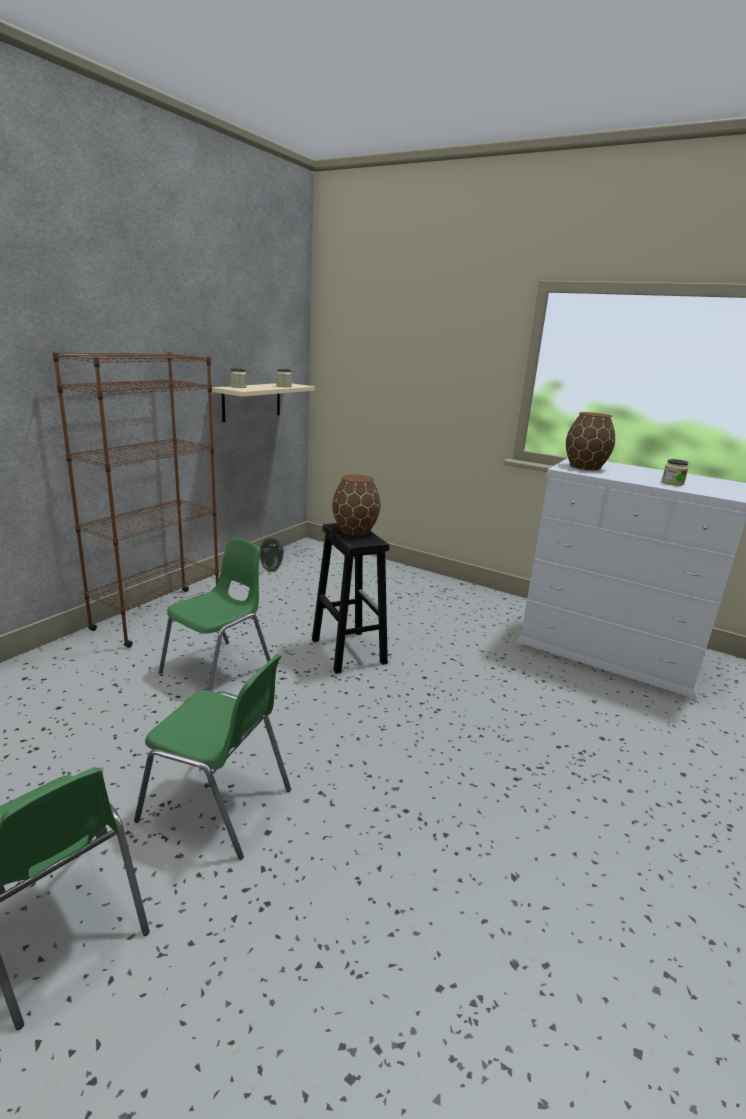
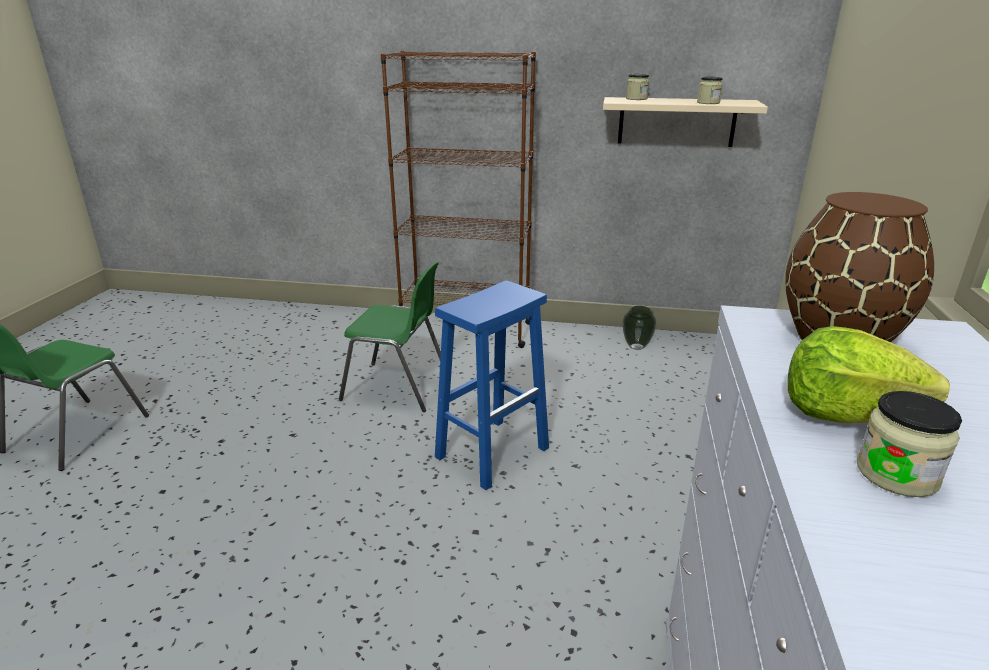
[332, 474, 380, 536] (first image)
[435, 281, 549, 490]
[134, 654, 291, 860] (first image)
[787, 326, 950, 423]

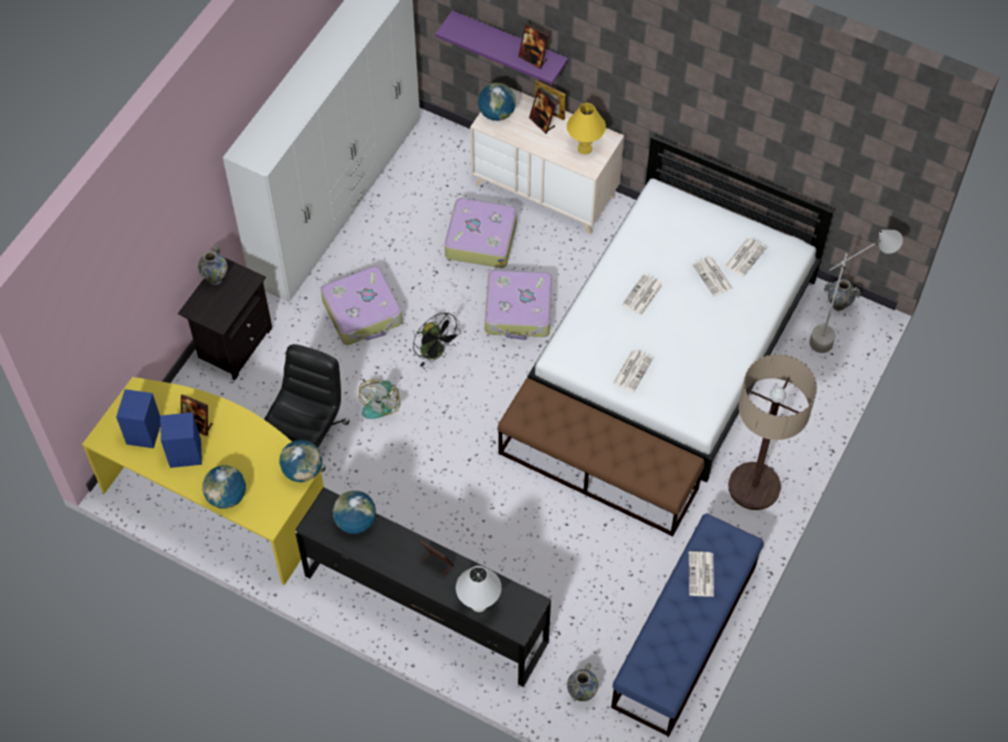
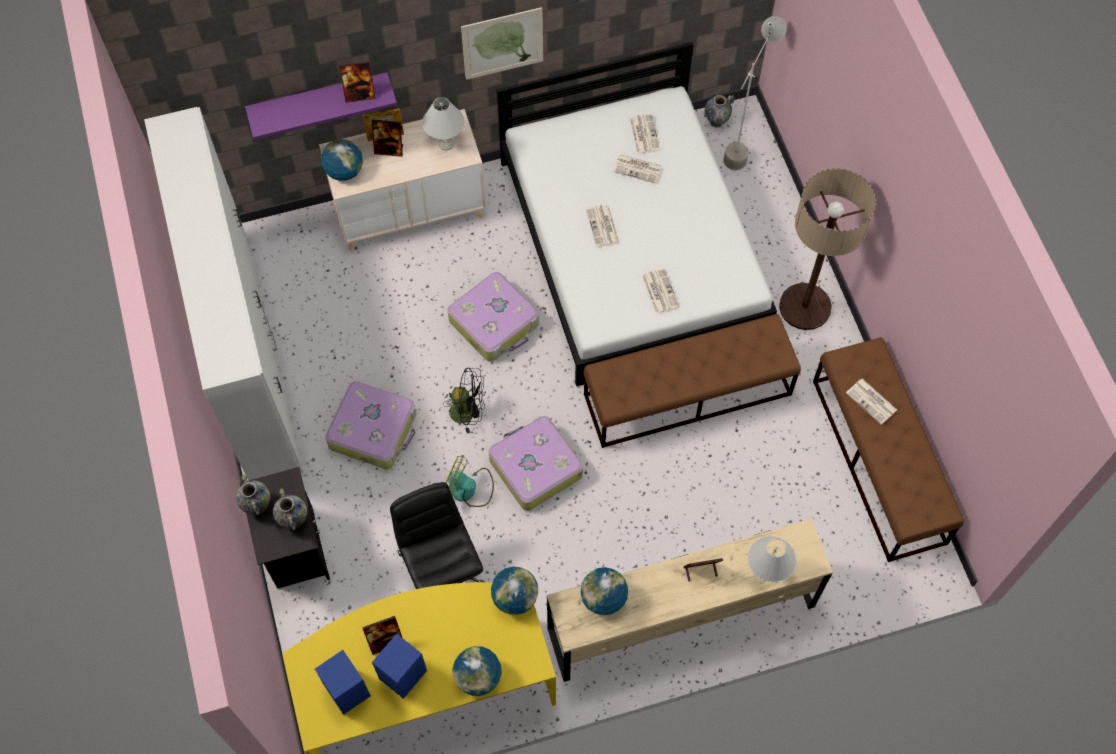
[422, 97, 464, 151]
[489, 416, 583, 511]
[446, 456, 494, 507]
[547, 519, 833, 682]
[813, 337, 964, 562]
[273, 489, 307, 530]
[461, 7, 543, 80]

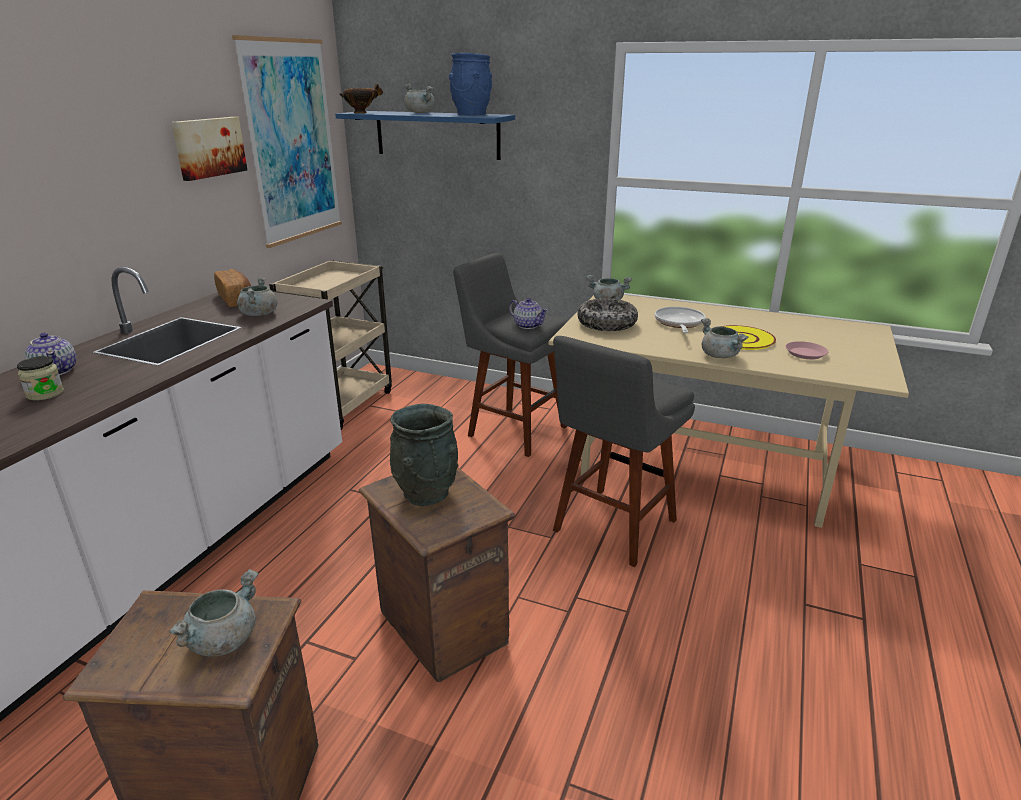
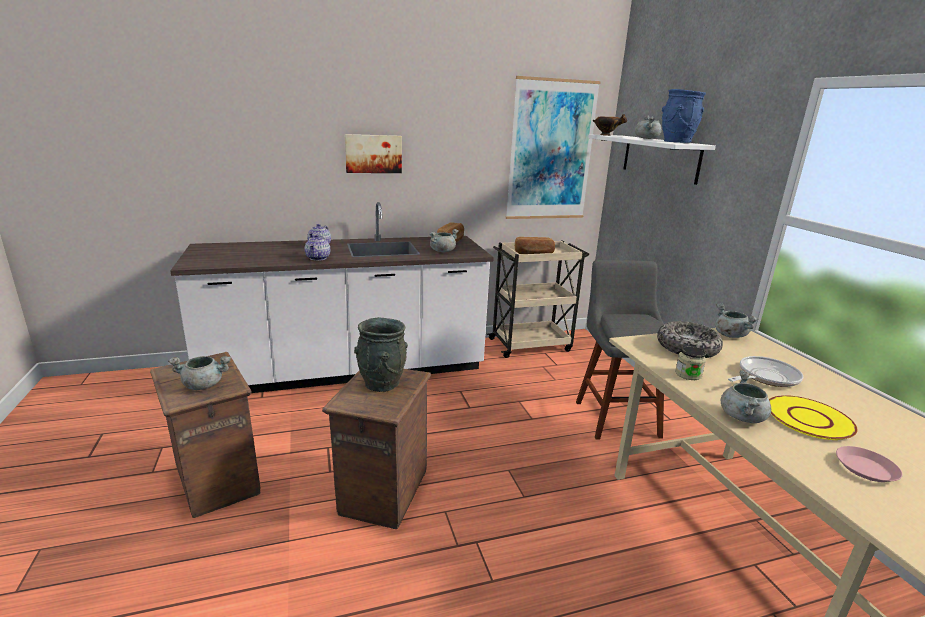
[588, 134, 716, 185]
[345, 134, 402, 173]
[305, 235, 330, 261]
[553, 336, 695, 567] (first image)
[675, 346, 706, 380]
[515, 237, 555, 254]

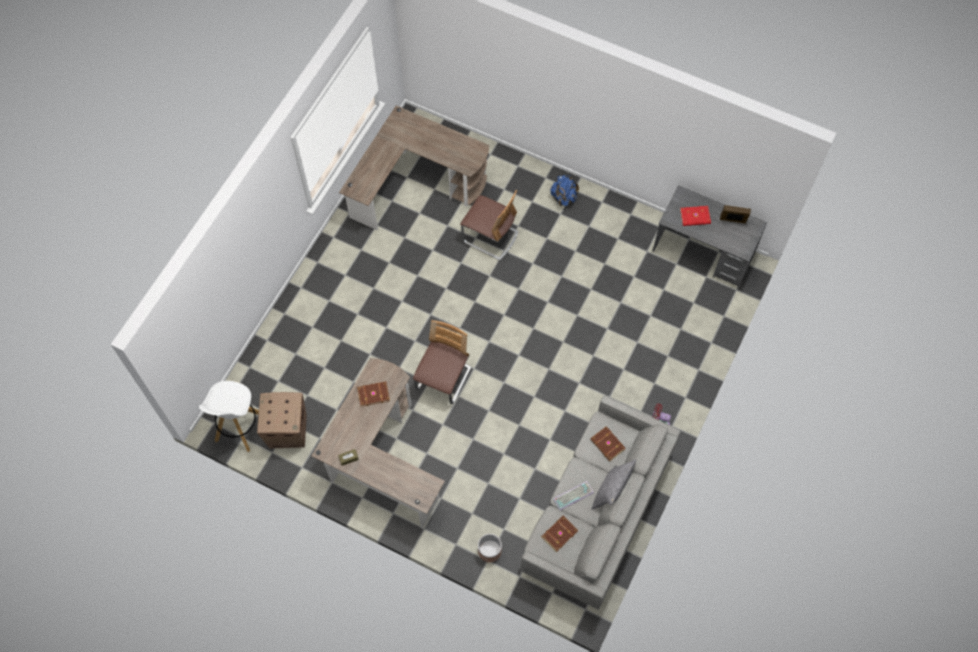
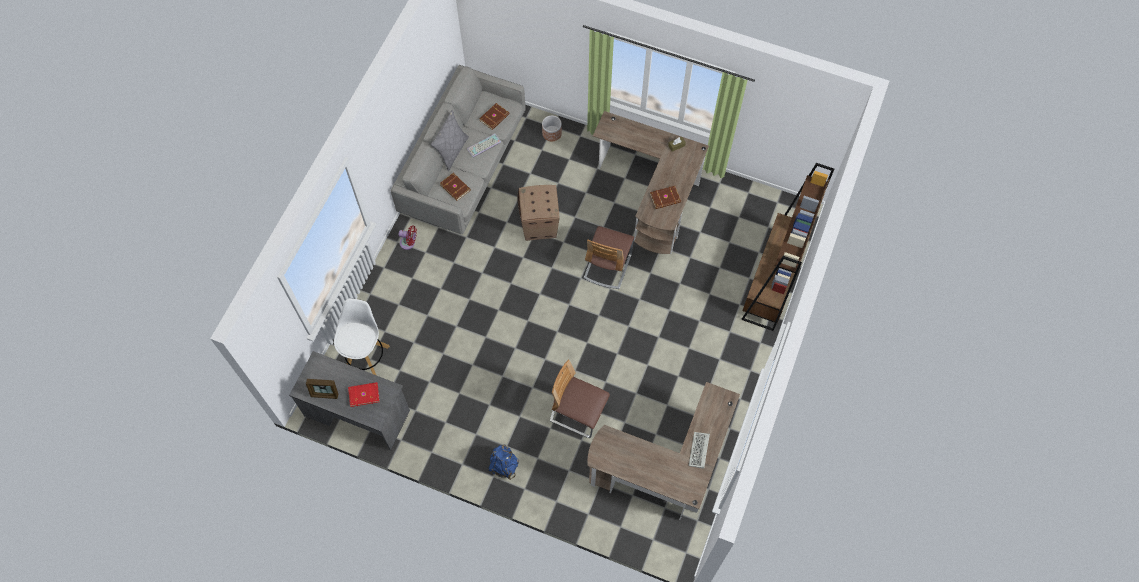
[334, 298, 390, 375]
[518, 185, 560, 241]
[741, 163, 834, 331]
[689, 432, 710, 469]

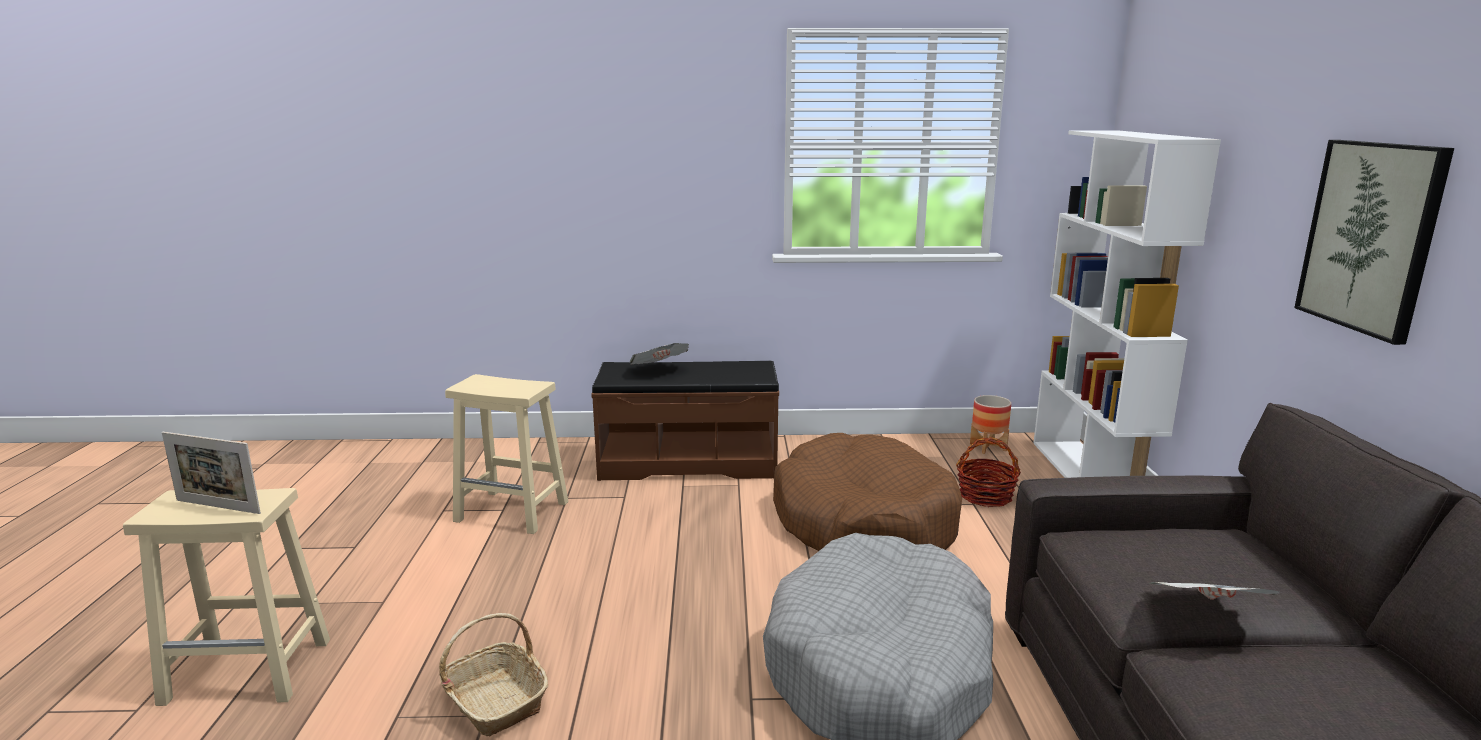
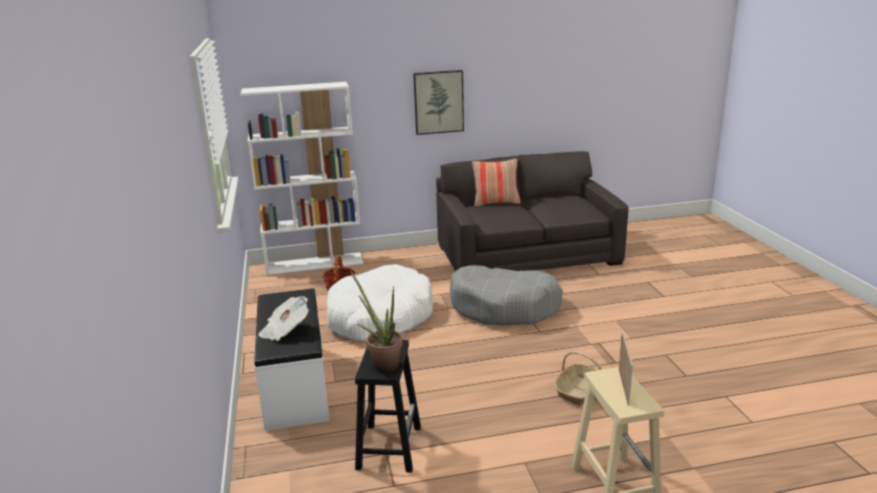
[254, 289, 330, 431]
[355, 340, 421, 473]
[970, 395, 1011, 454] (first image)
[327, 264, 433, 342]
[1149, 582, 1279, 600] (first image)
[472, 158, 521, 206]
[350, 270, 403, 372]

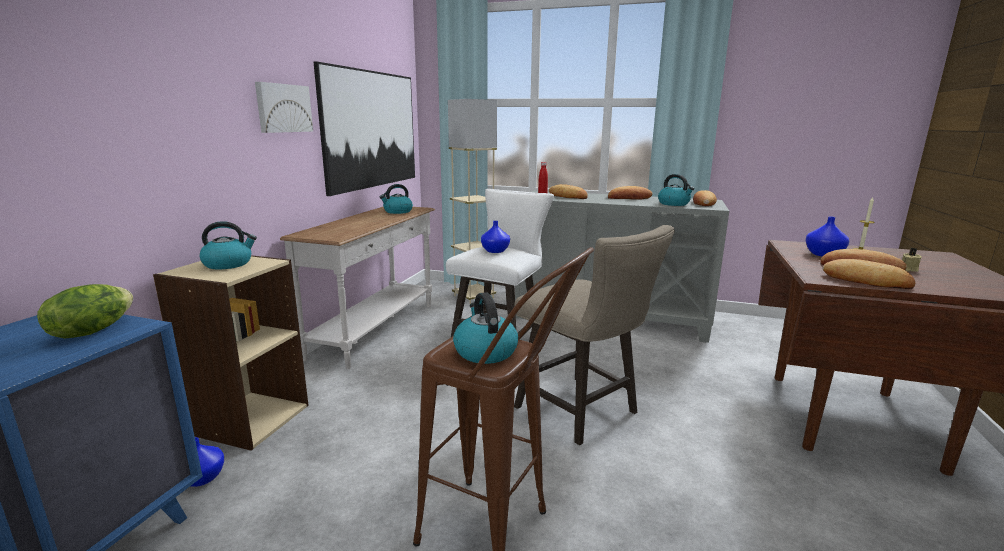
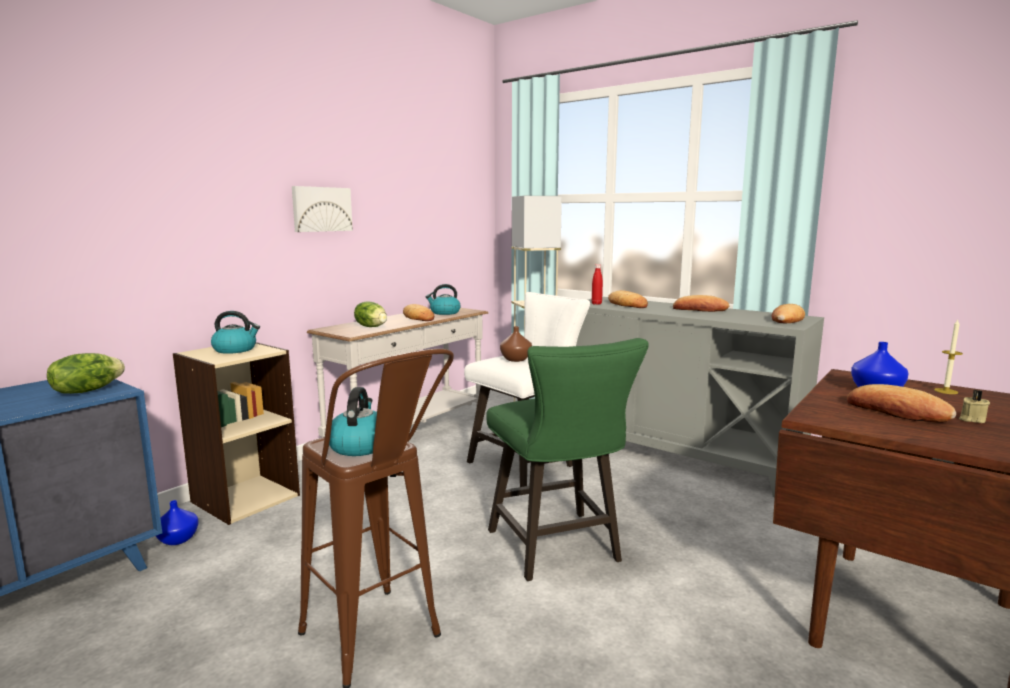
[314, 61, 415, 196] (first image)
[658, 174, 695, 206] (first image)
[500, 326, 532, 362]
[486, 338, 649, 581]
[403, 304, 434, 321]
[354, 301, 387, 327]

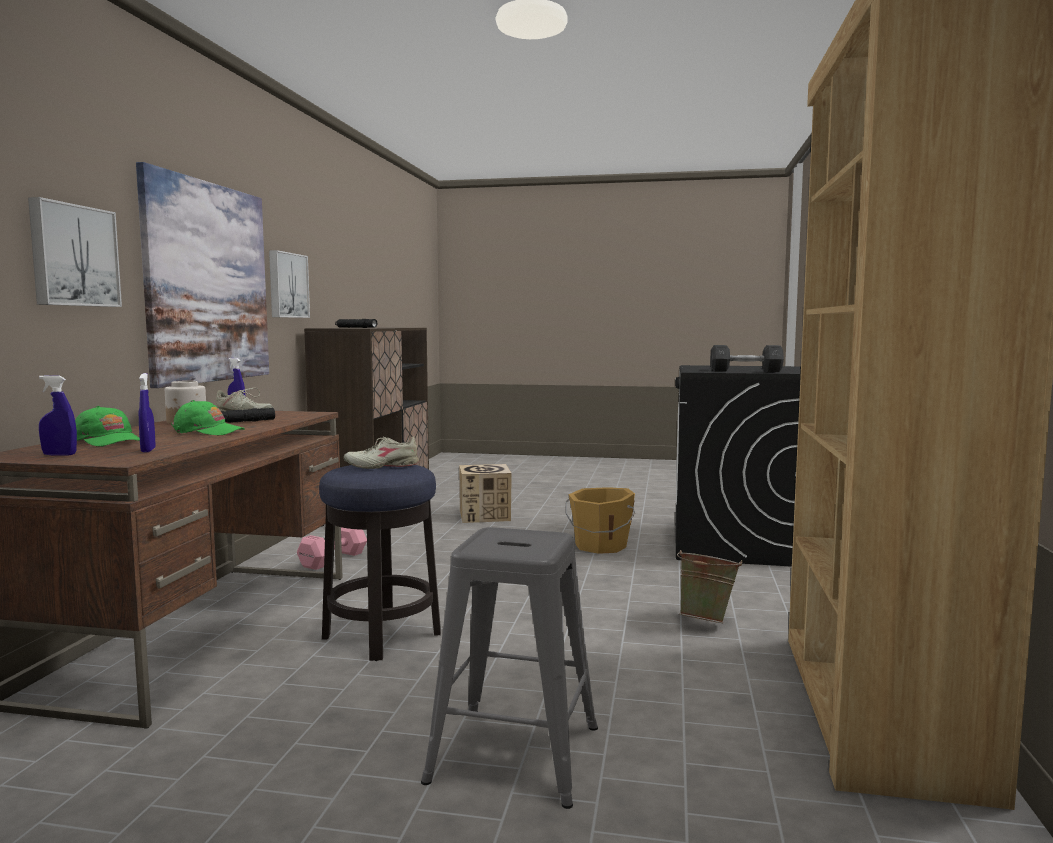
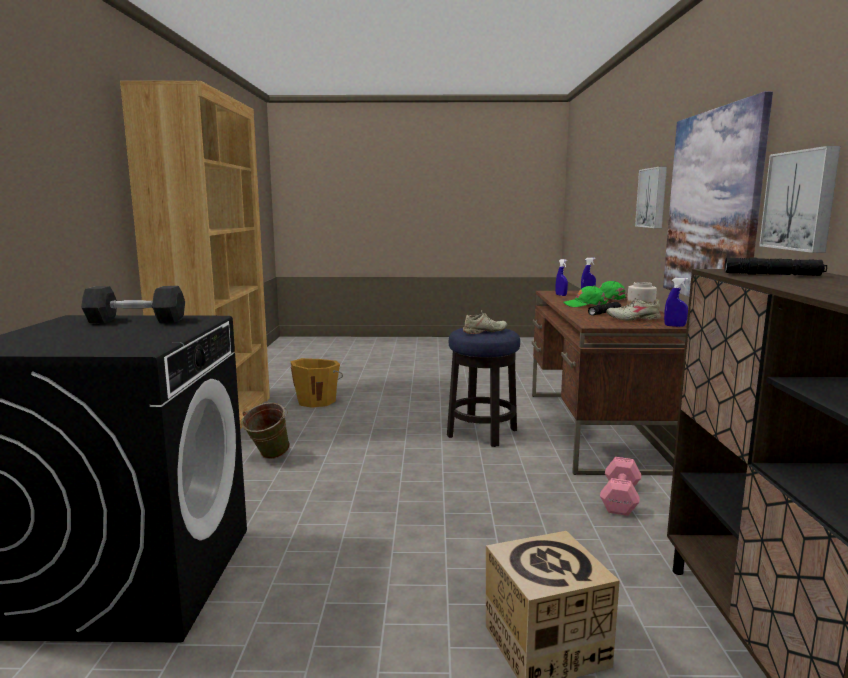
[290, 358, 343, 408]
[421, 527, 598, 809] (first image)

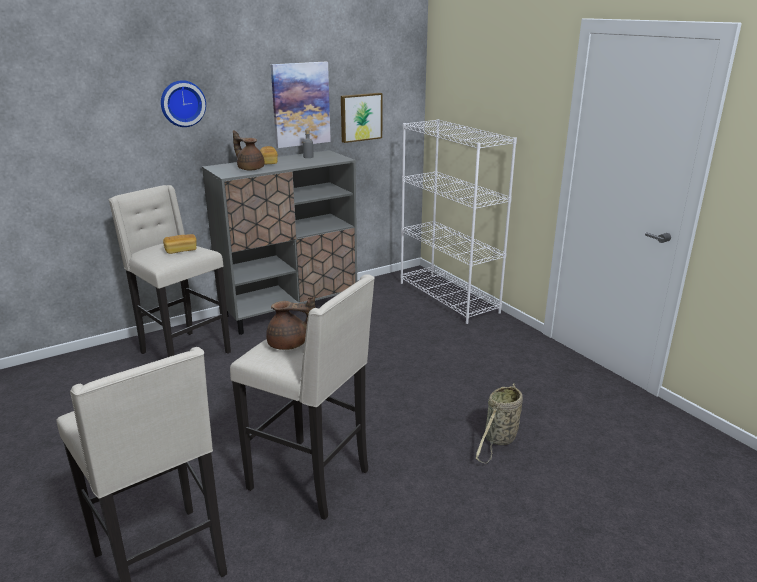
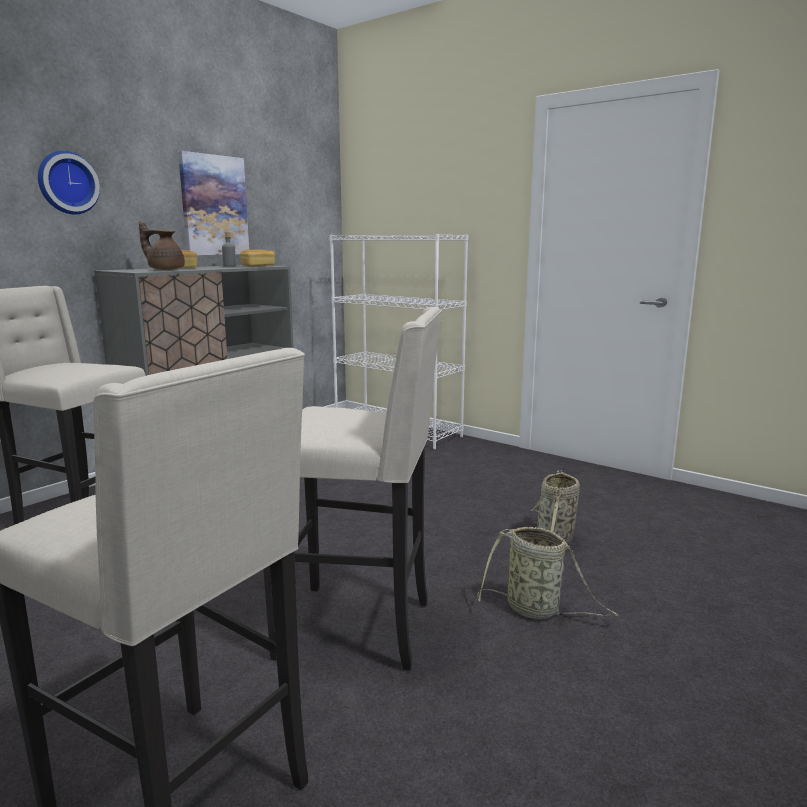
[341, 93, 382, 143] (first image)
[240, 249, 275, 267]
[266, 297, 315, 350] (first image)
[477, 527, 618, 619]

